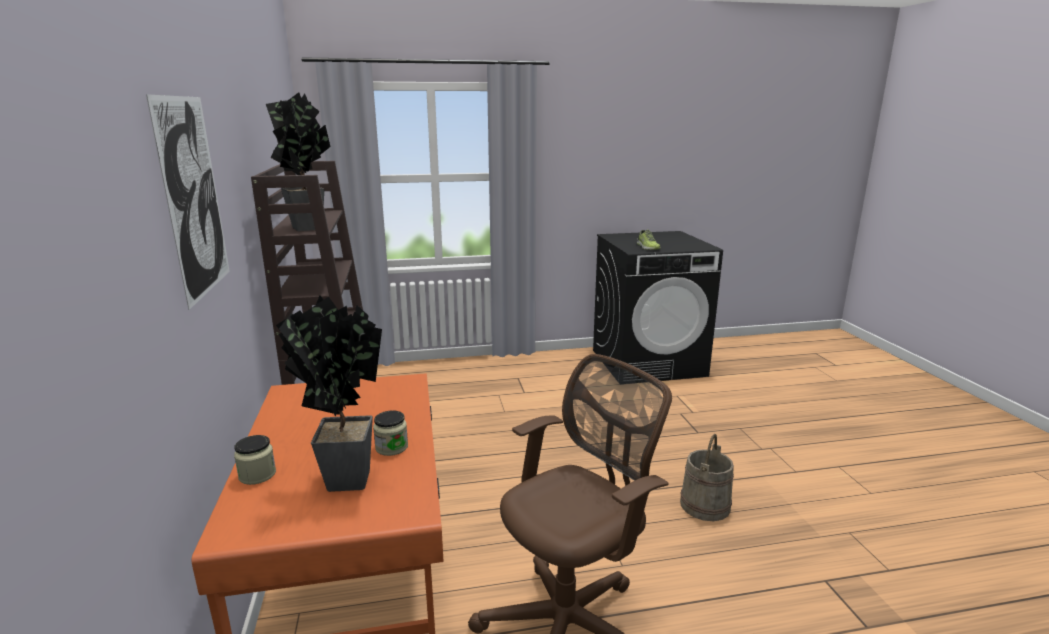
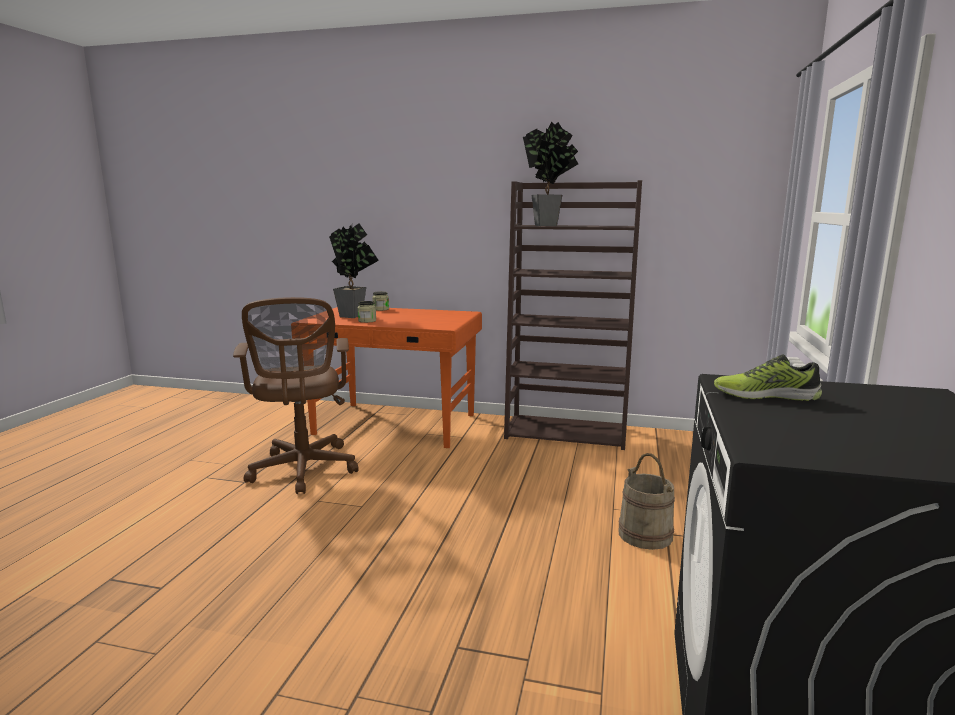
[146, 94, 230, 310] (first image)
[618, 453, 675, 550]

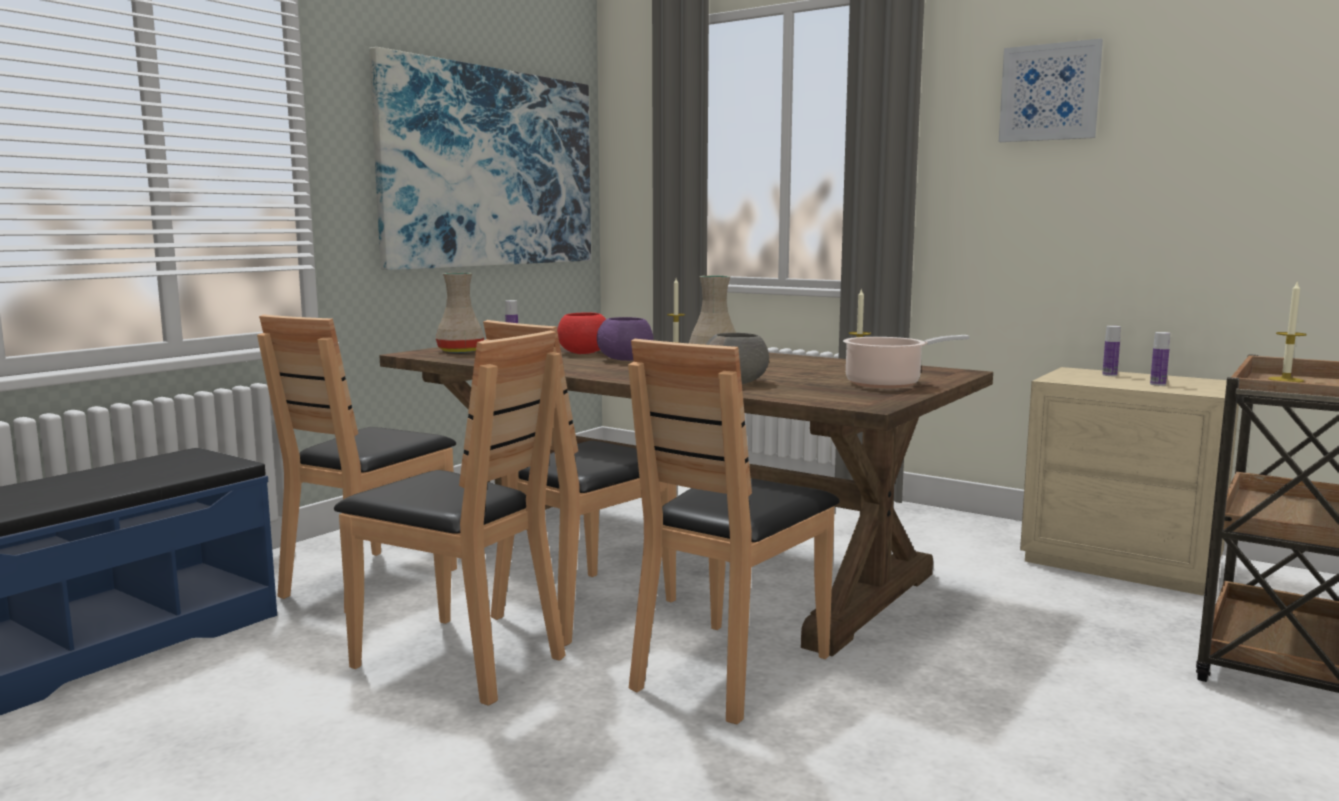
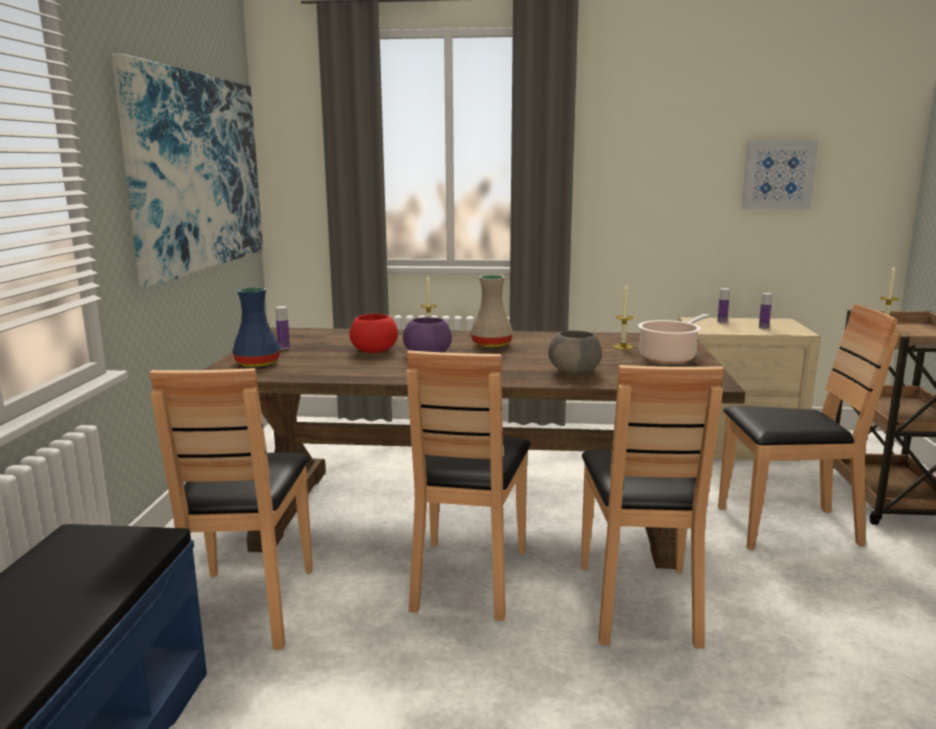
[741, 140, 819, 209]
[232, 287, 280, 367]
[718, 304, 899, 550]

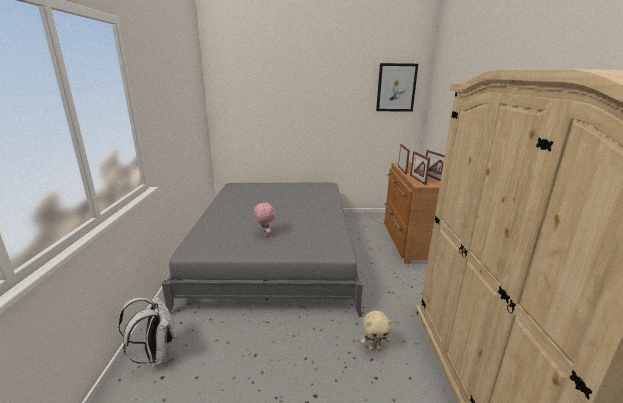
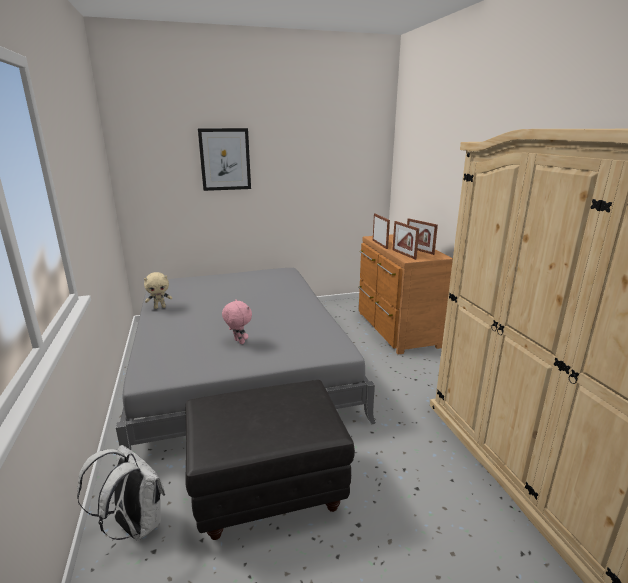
[198, 128, 251, 191]
[144, 272, 172, 309]
[185, 380, 355, 540]

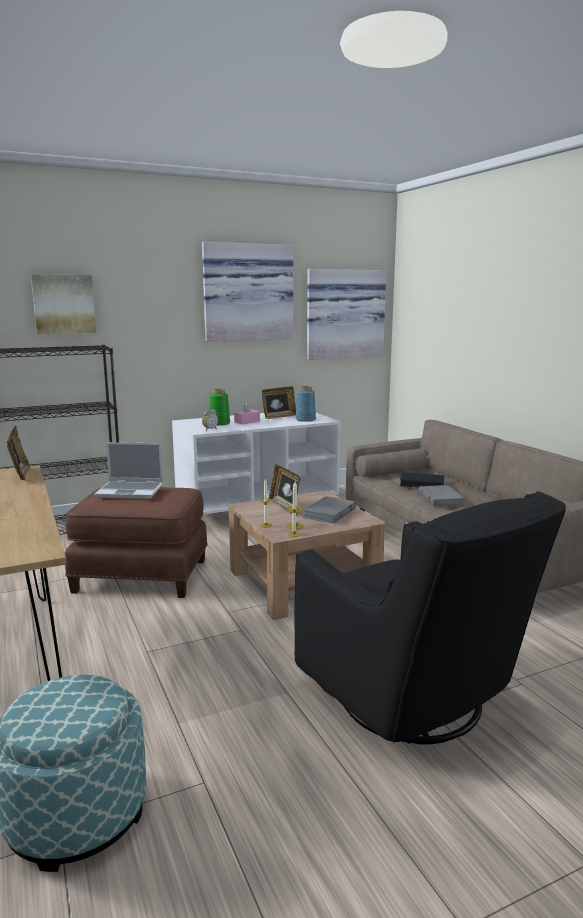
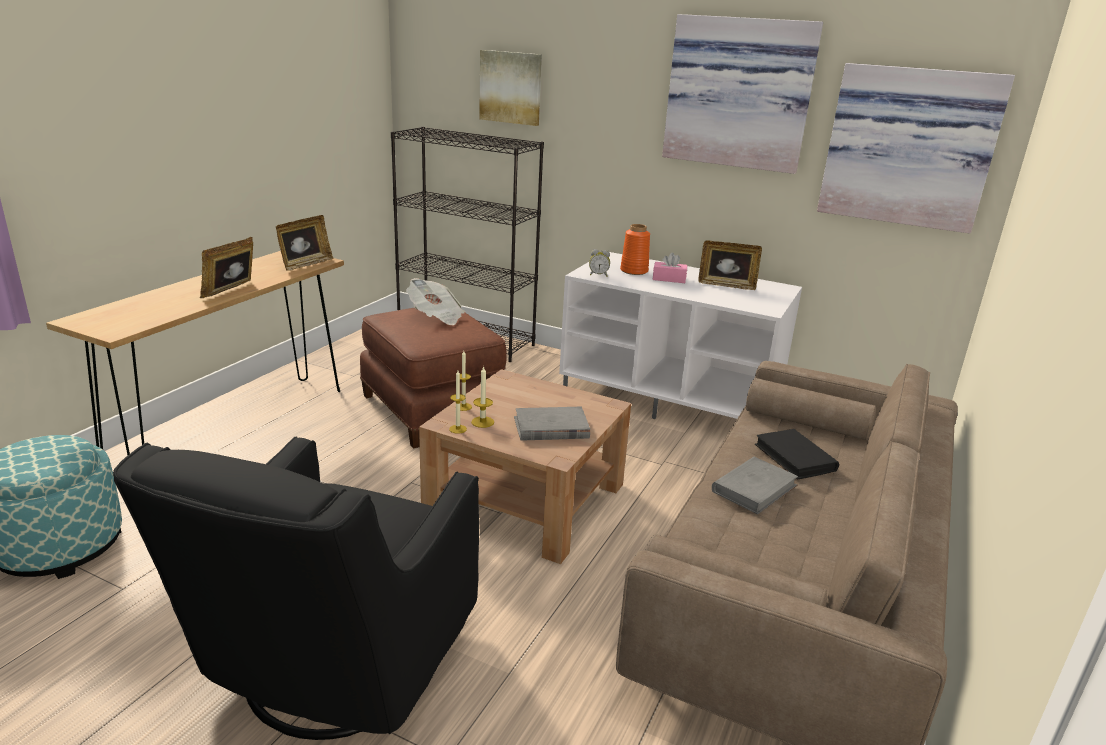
[296, 386, 316, 422] (first image)
[620, 224, 650, 275]
[406, 278, 465, 325]
[200, 237, 253, 299]

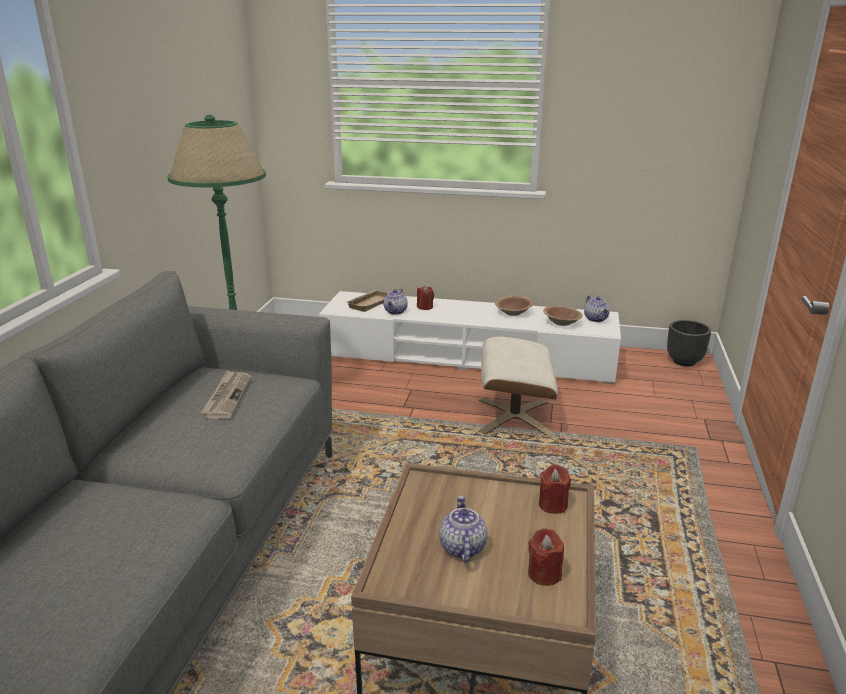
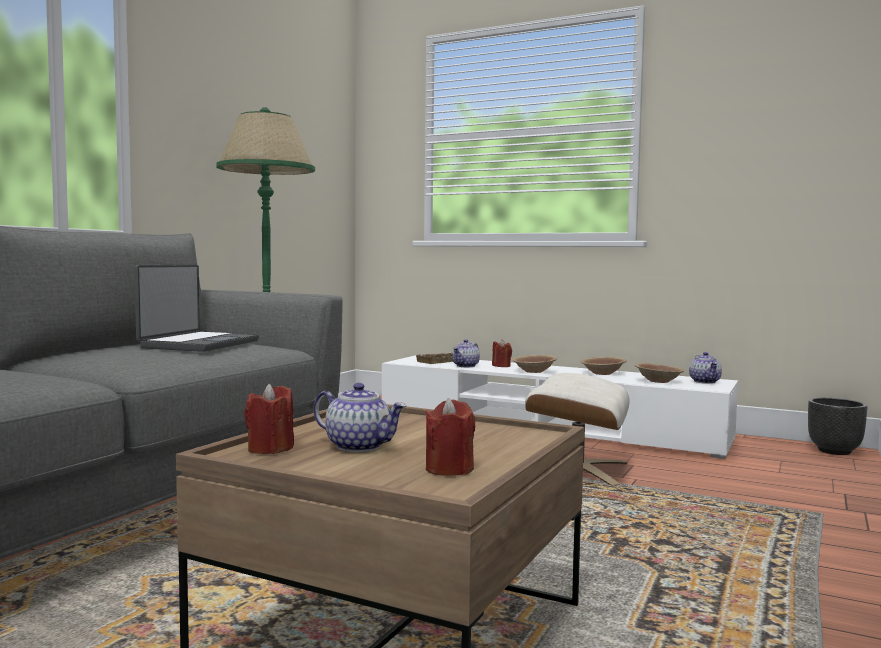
[134, 265, 259, 352]
[244, 384, 294, 454]
[313, 383, 407, 452]
[512, 355, 557, 373]

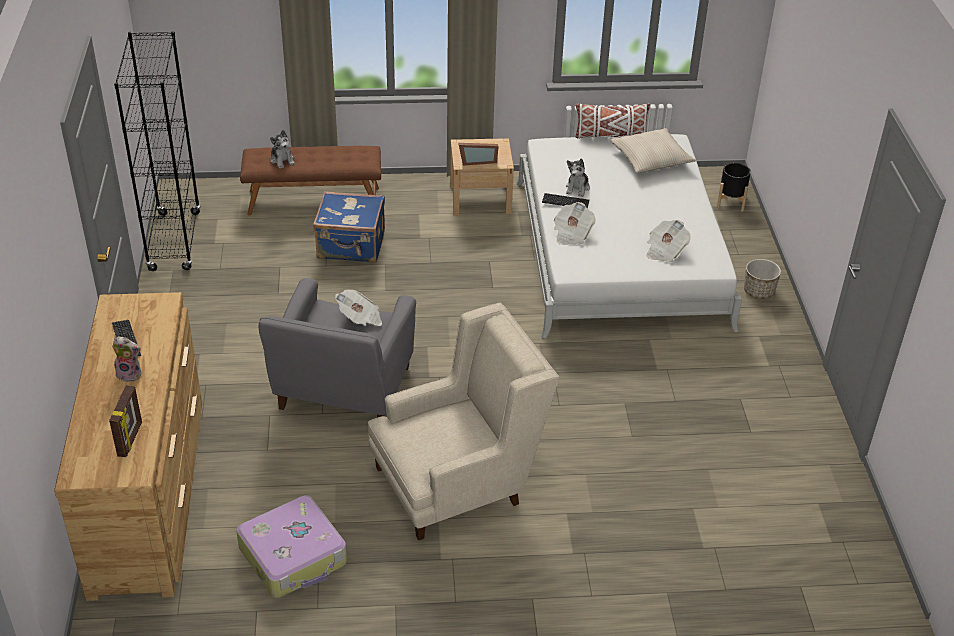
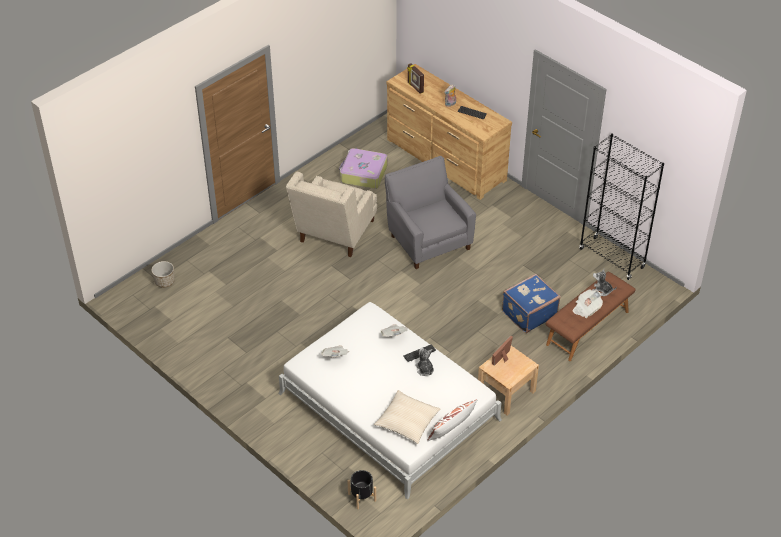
[152, 261, 175, 288]
[573, 289, 603, 318]

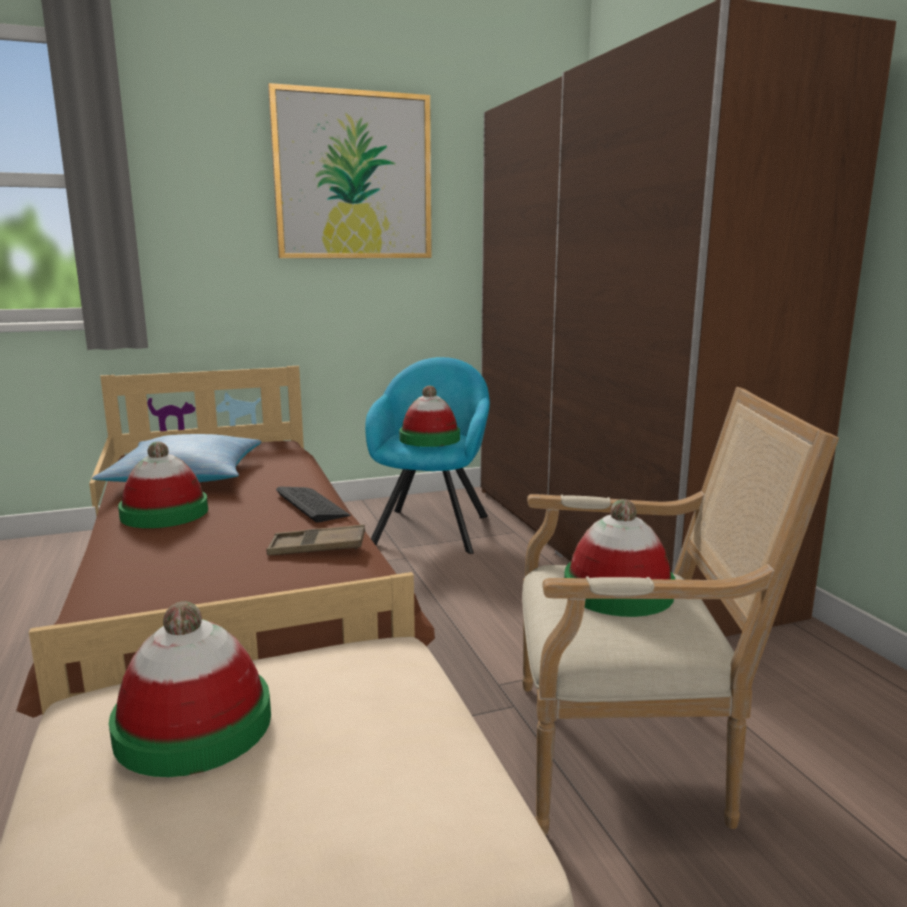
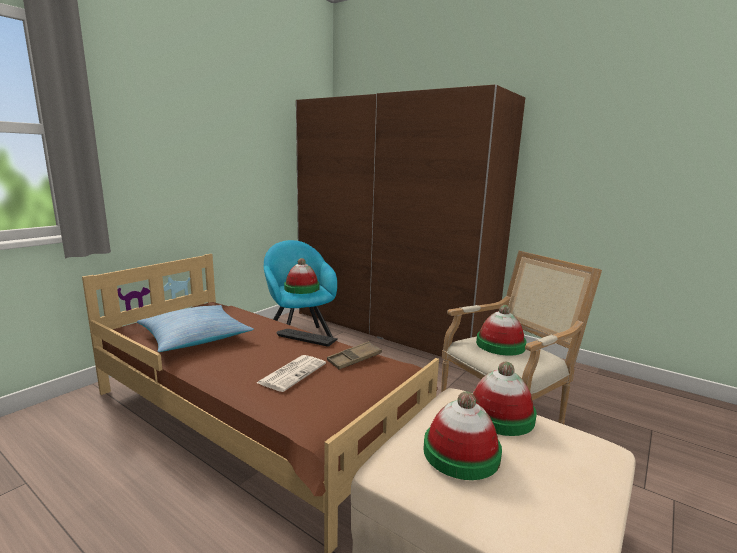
[268, 83, 432, 258] (first image)
[473, 362, 537, 436]
[257, 355, 326, 392]

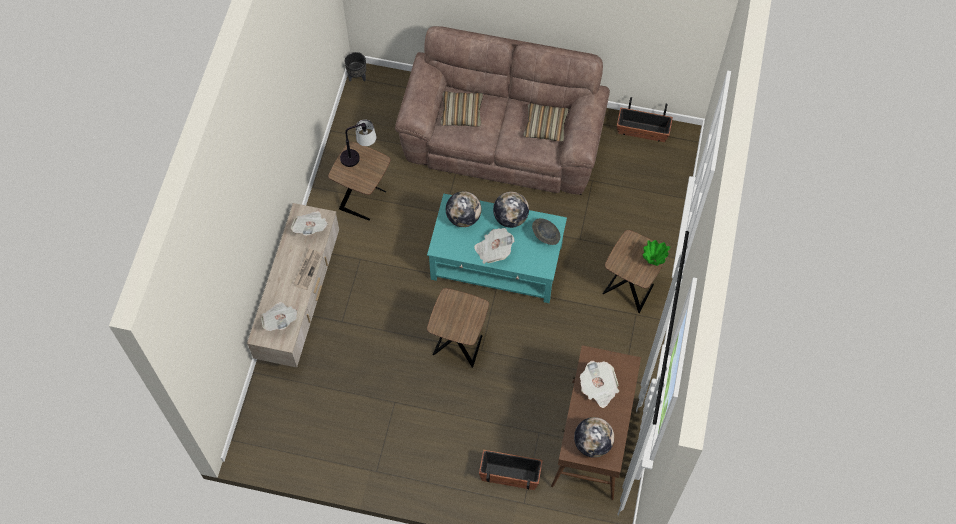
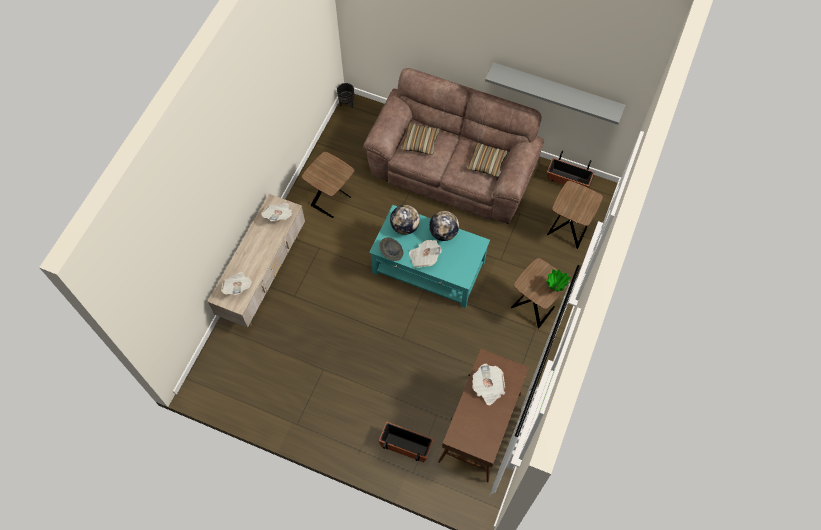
[340, 119, 376, 167] (first image)
[379, 237, 403, 261]
[293, 248, 321, 290] (first image)
[547, 181, 603, 249]
[574, 417, 614, 458] (first image)
[485, 62, 625, 124]

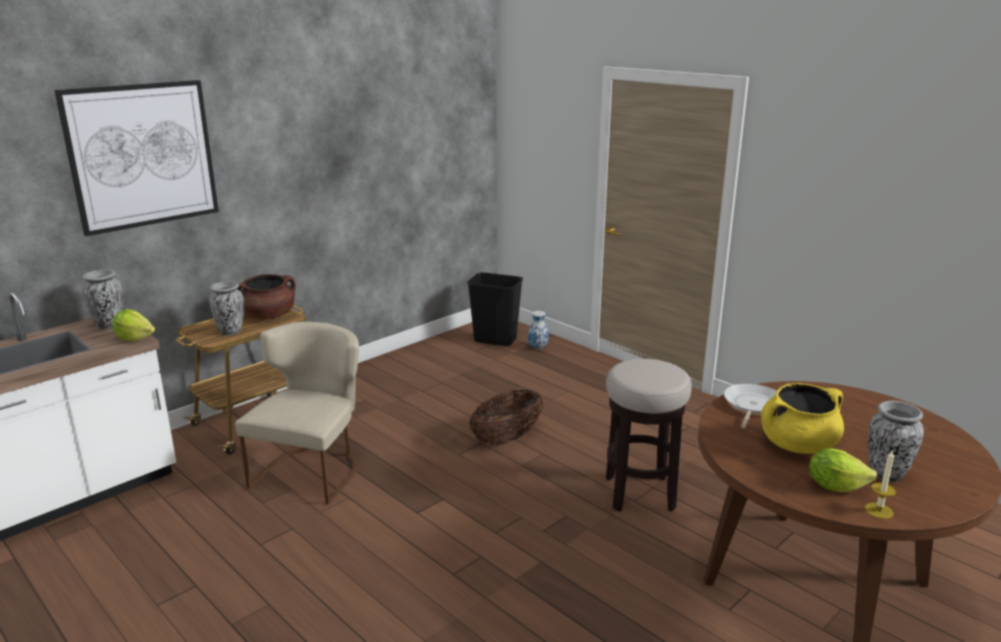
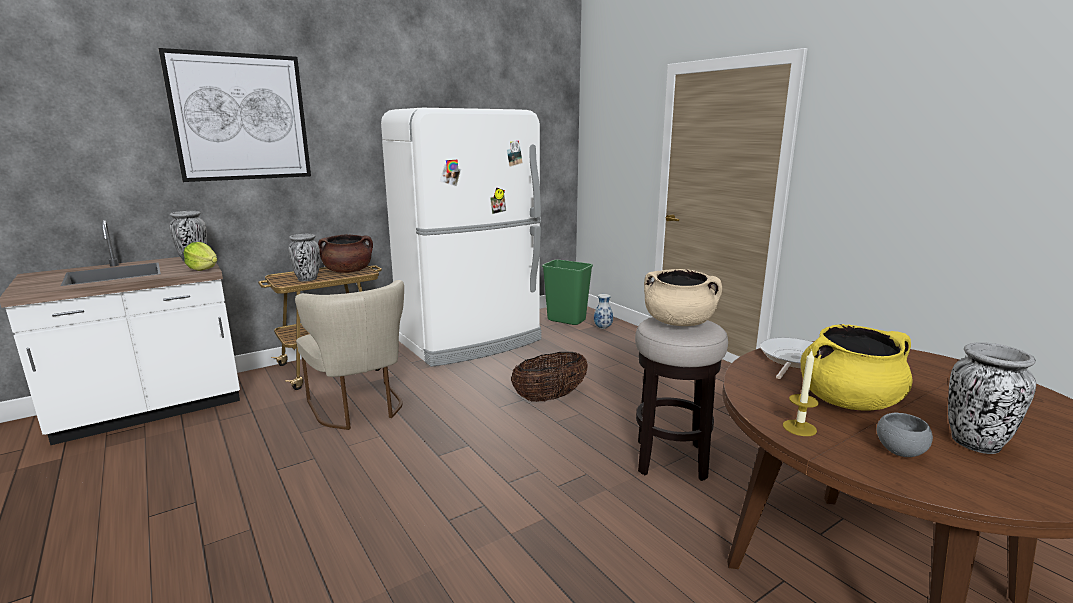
[542, 260, 593, 325]
[295, 280, 404, 430]
[877, 413, 933, 457]
[783, 350, 819, 436]
[381, 108, 541, 367]
[644, 269, 722, 326]

